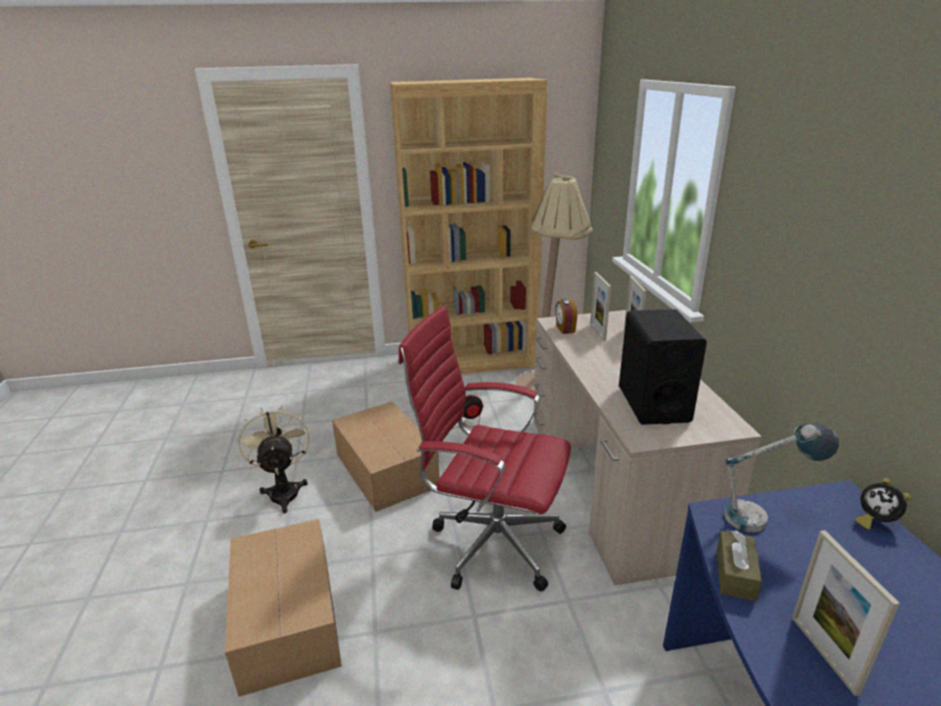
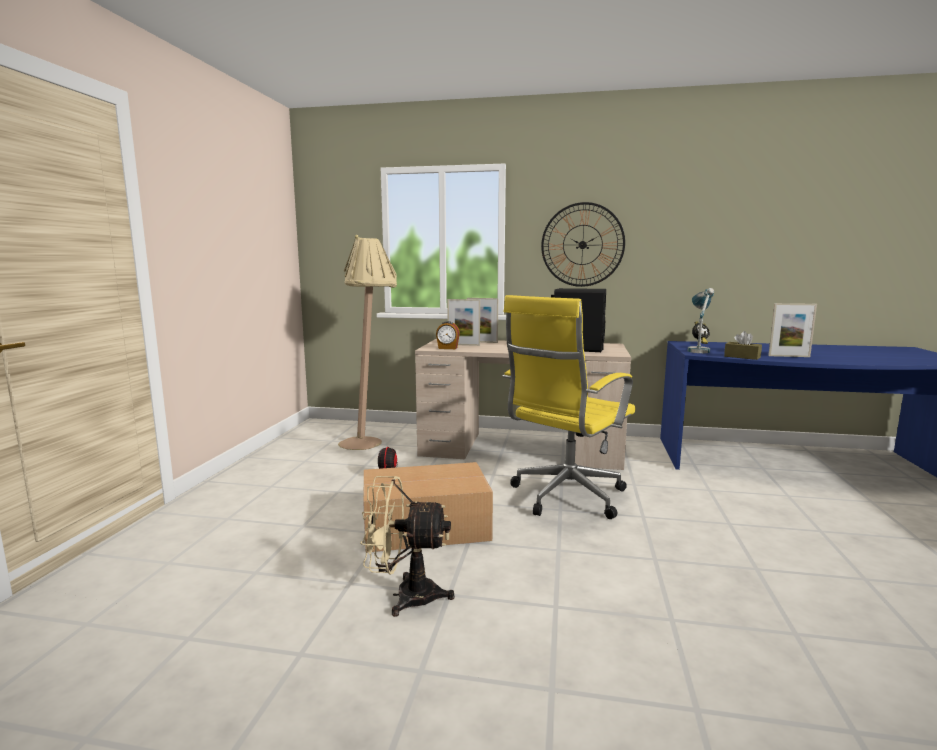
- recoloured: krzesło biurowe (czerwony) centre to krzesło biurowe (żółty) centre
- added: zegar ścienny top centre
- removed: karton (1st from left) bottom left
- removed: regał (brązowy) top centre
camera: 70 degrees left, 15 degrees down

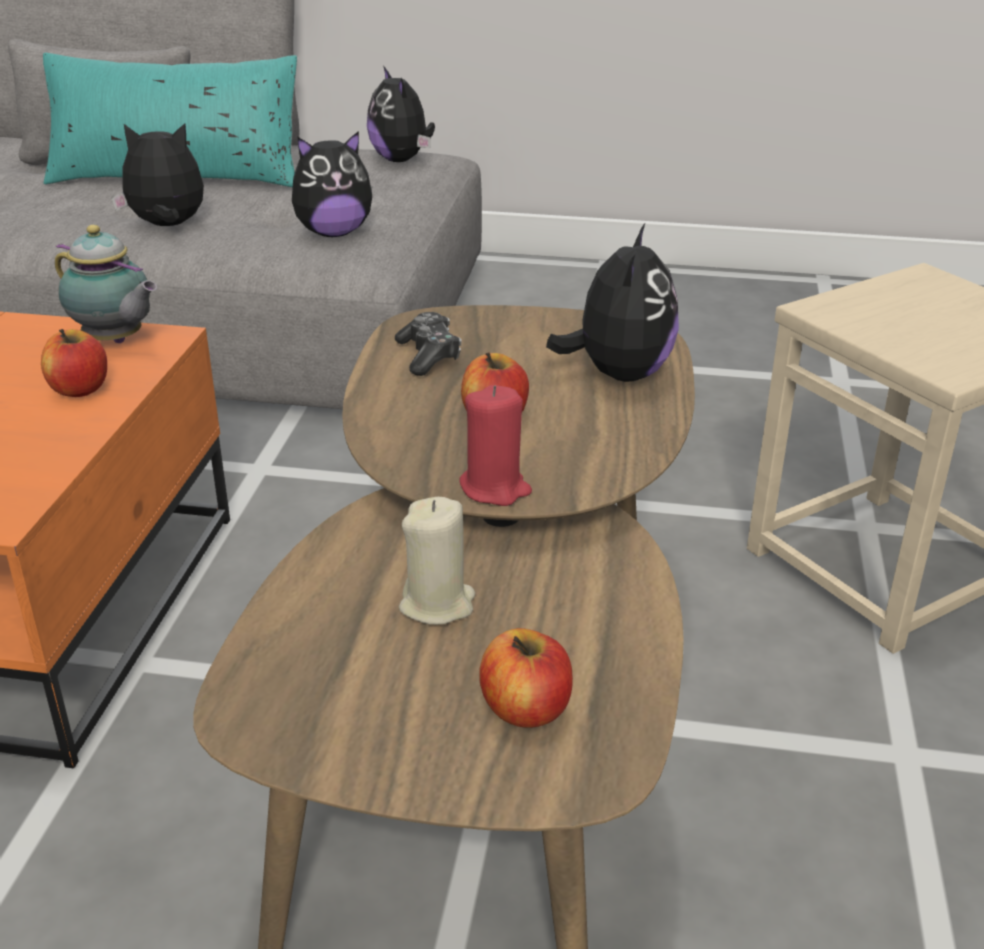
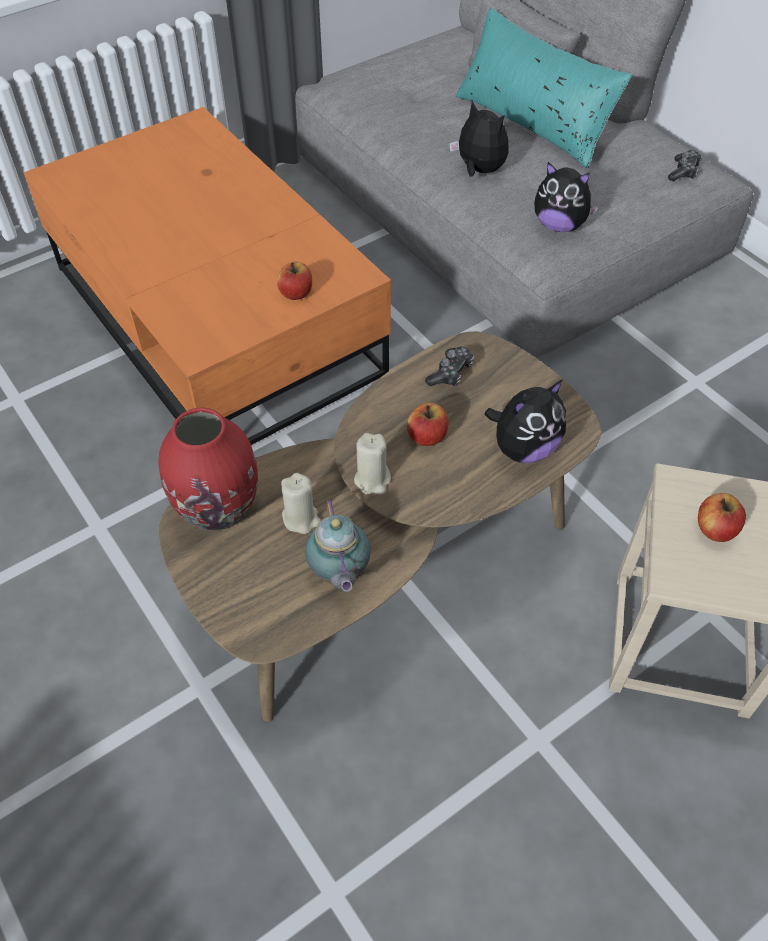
- added: wazon (czerwony) middle left
- moved: imbryk top left to centre
- recoloured: świeca (czerwony) centre to świeca (beżowy) (2nd from left) centre
- replaced: pluszak (3rd from left) top centre to pad do gier (2nd from left) top right
- moved: jabłko (3rd from left) bottom centre to middle right
camera: 45 degrees right, 20 degrees up

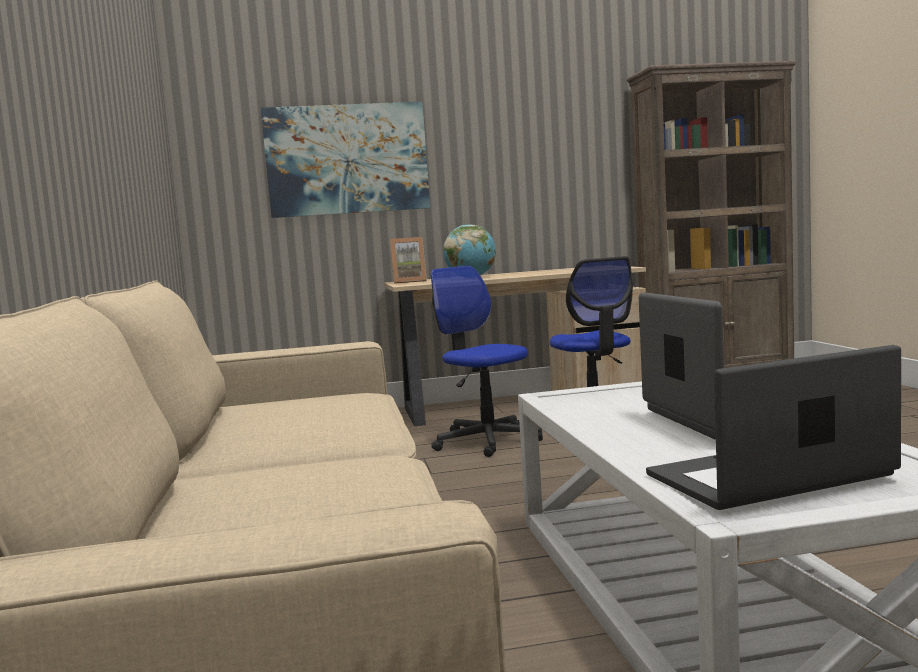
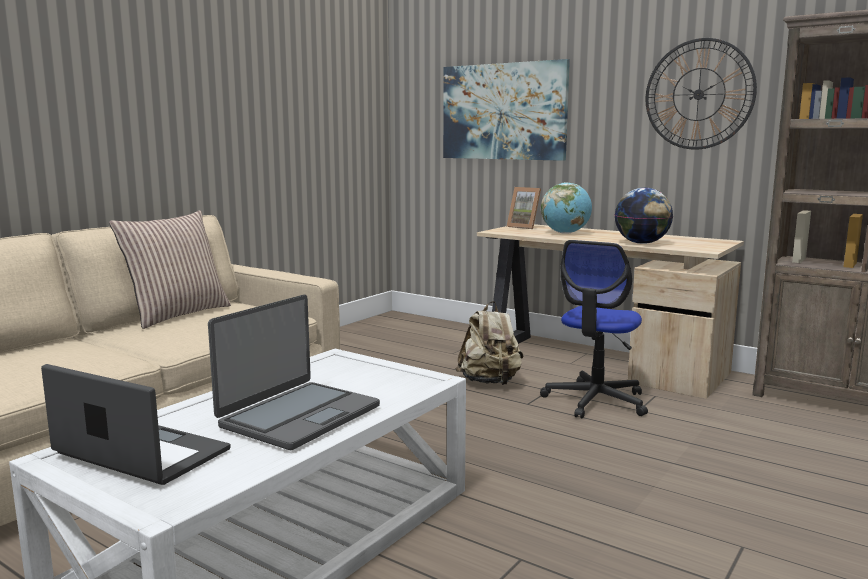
- added: poduszka middle left
- replaced: krzesło biurowe (1st from left) centre to plecak (beżowy) centre
- added: globus (2nd from left) middle right
- added: zegar ścienny top right
camera: 45 degrees right, 5 degrees up

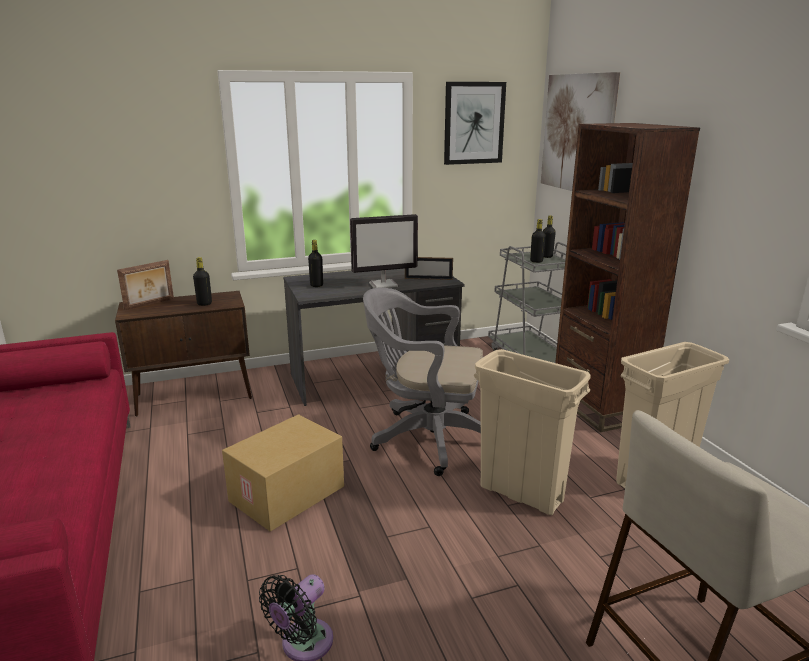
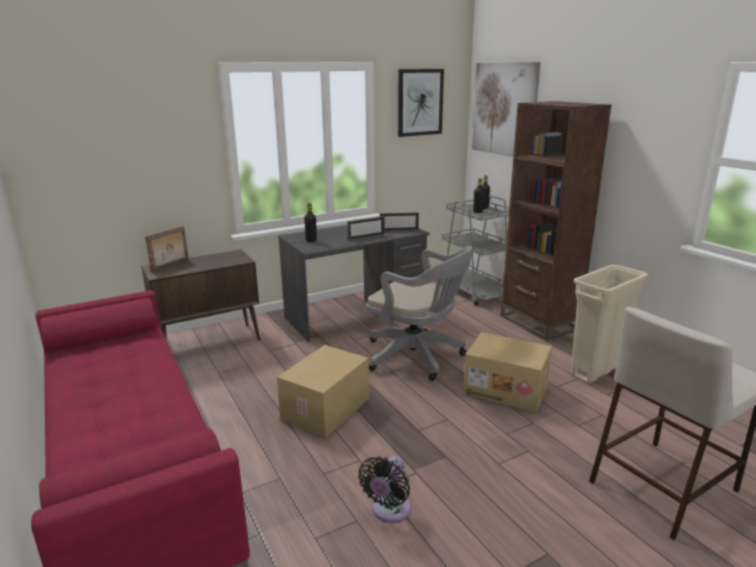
- replaced: monitor centre to ramka na zdjęcie (2nd from left) centre
- turned: krzesło biurowe (szary) centre = centre 150 degrees counterclockwise
- replaced: kosz na śmieci (beżowy) (1st from left) centre to karton (2nd from left) middle right
- removed: butelka (czarny) (1st from left) middle left
camera: 10 degrees left, 0 degrees up

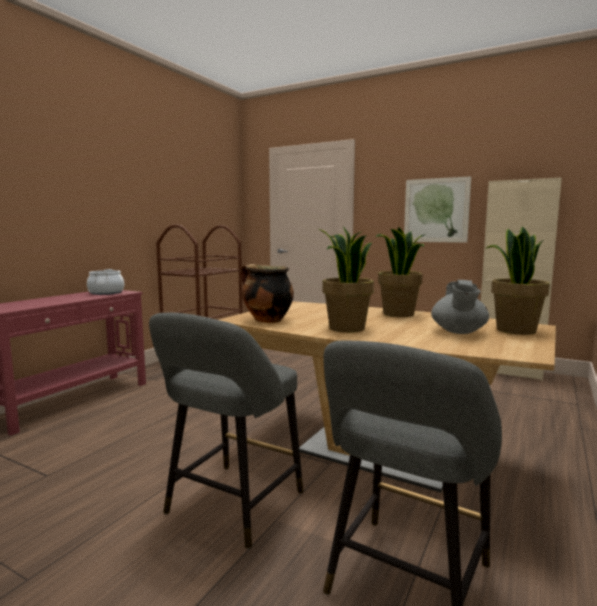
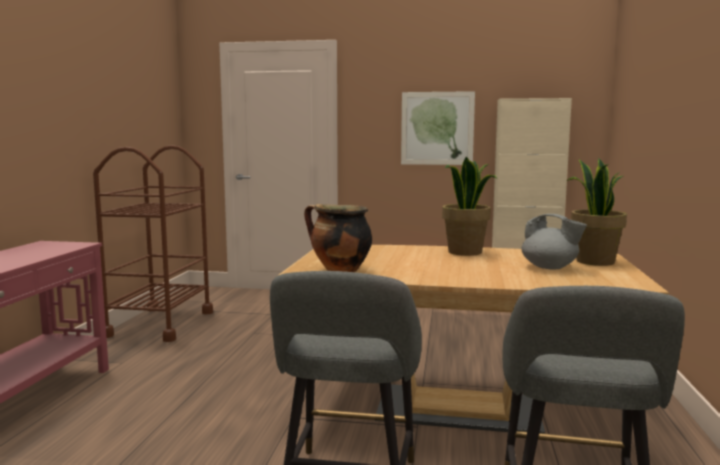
- turned: imbryk (szary) middle right = middle right 45 degrees counterclockwise
- removed: garnek (1st from left) middle left
- removed: roślina doniczkowa (1st from left) centre
camera: 20 degrees left, 0 degrees up

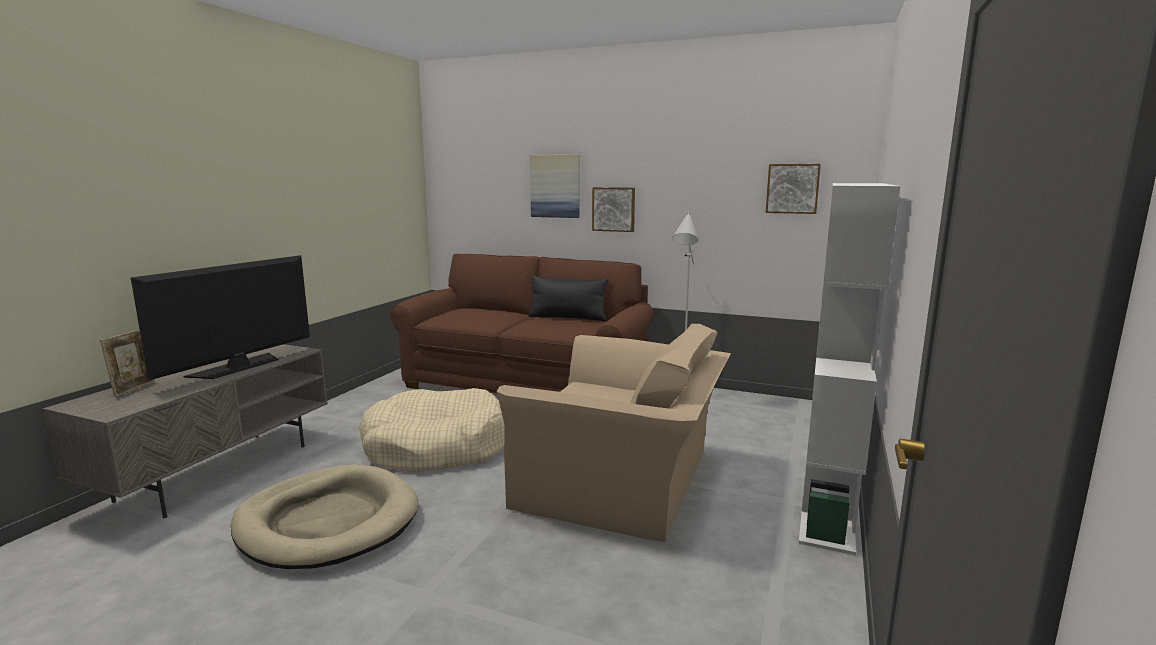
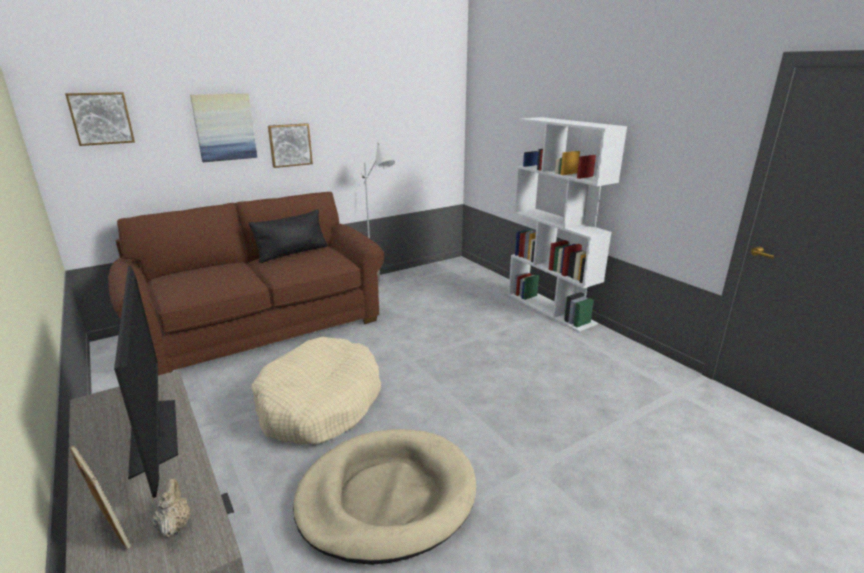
- moved: obraz (3rd from left in the first image) top right to obraz (1st from left) top left
- added: imbryk (beżowy) bottom left
- removed: fotel (beżowy) bottom centre
camera: 55 degrees left, 10 degrees up

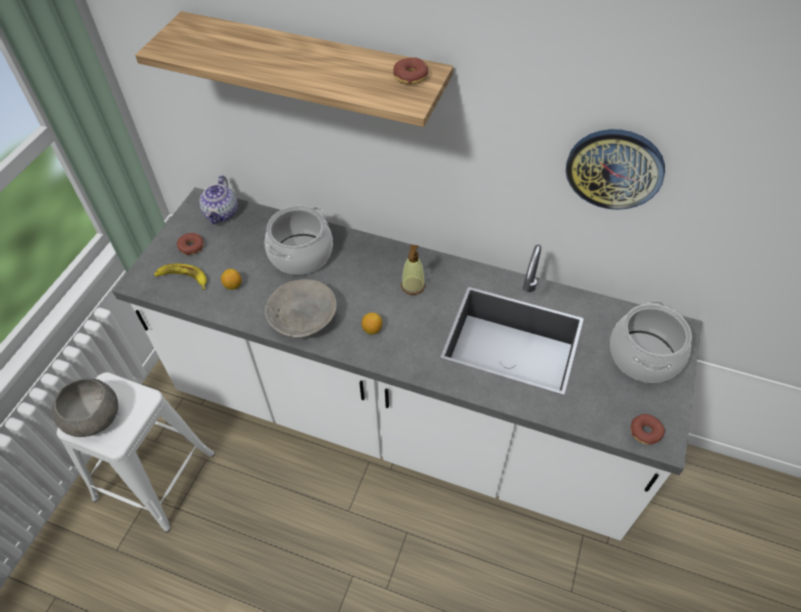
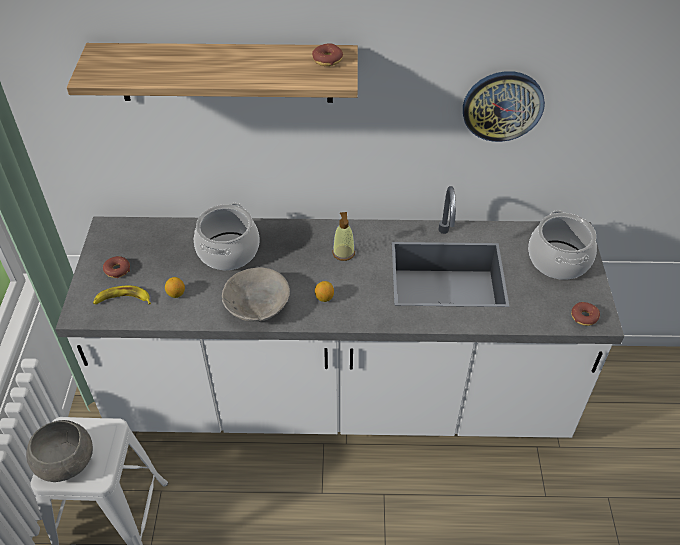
- removed: imbryk top left
camera: 20 degrees left, 5 degrees down

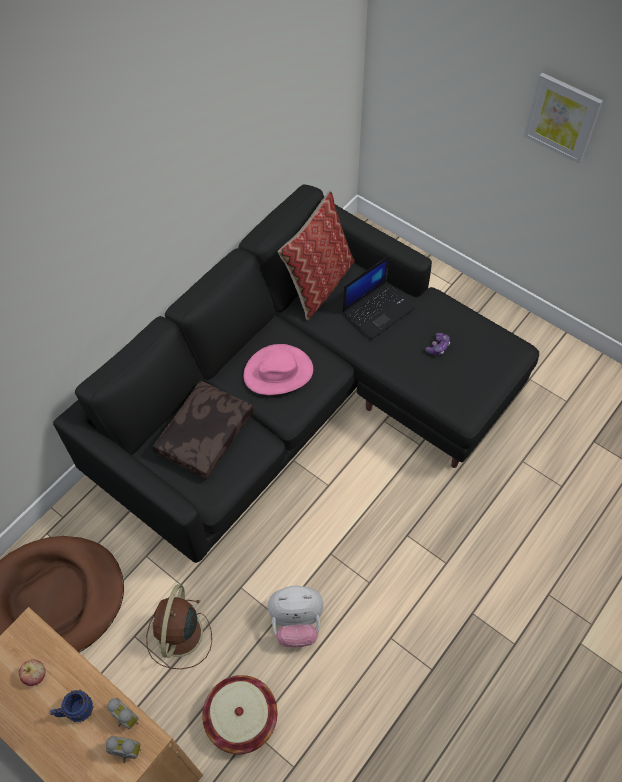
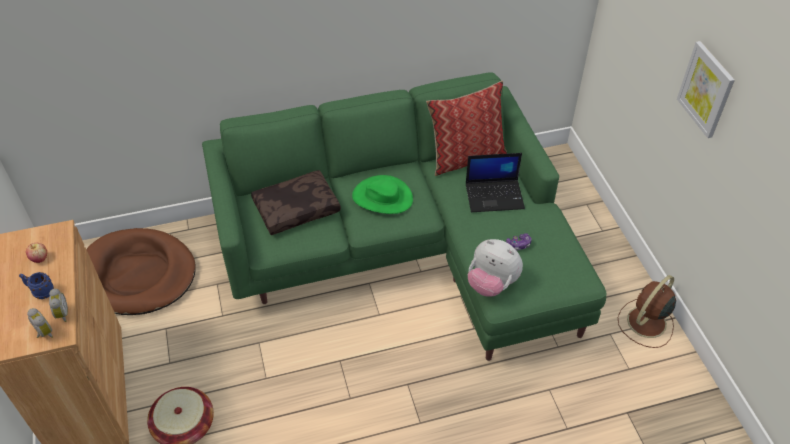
- recoloured: kanapa (czarny) centre to kanapa (zielony) centre
- recoloured: kapelusz (różowy) centre to kapelusz (zielony) centre
- moved: pluszak bottom centre to centre
- moved: wentylator (brązowy) bottom left to bottom right
camera: 35 degrees right, 10 degrees down

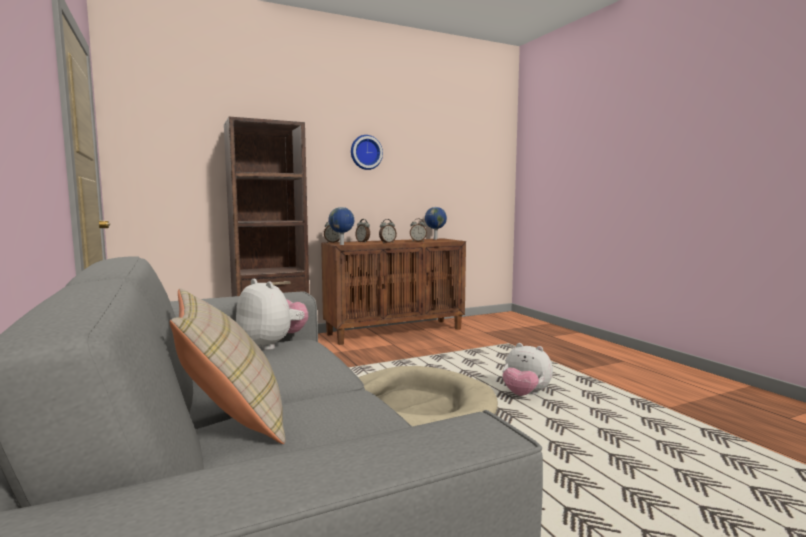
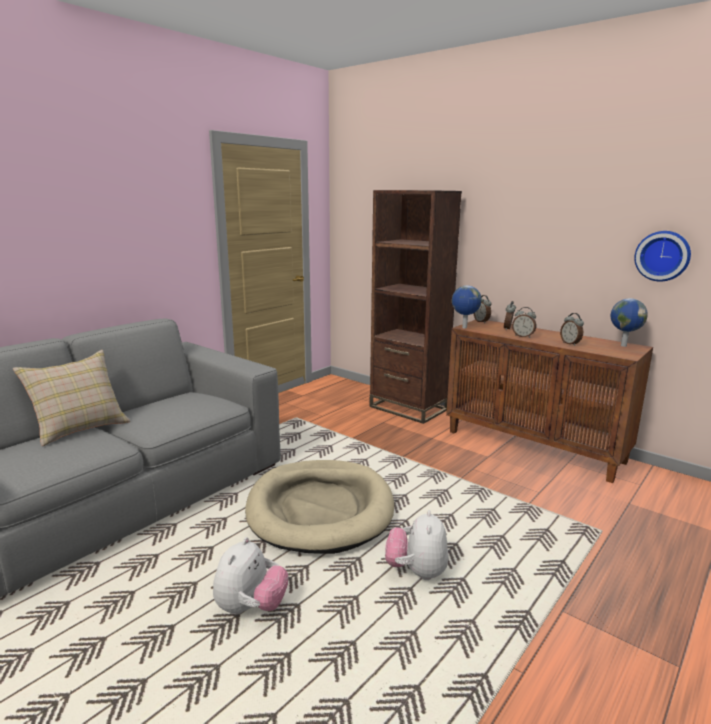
- moved: pluszak (1st from left) centre to bottom centre
- moved: zegar ścienny top centre to middle right
camera: 65 degrees right, 10 degrees up

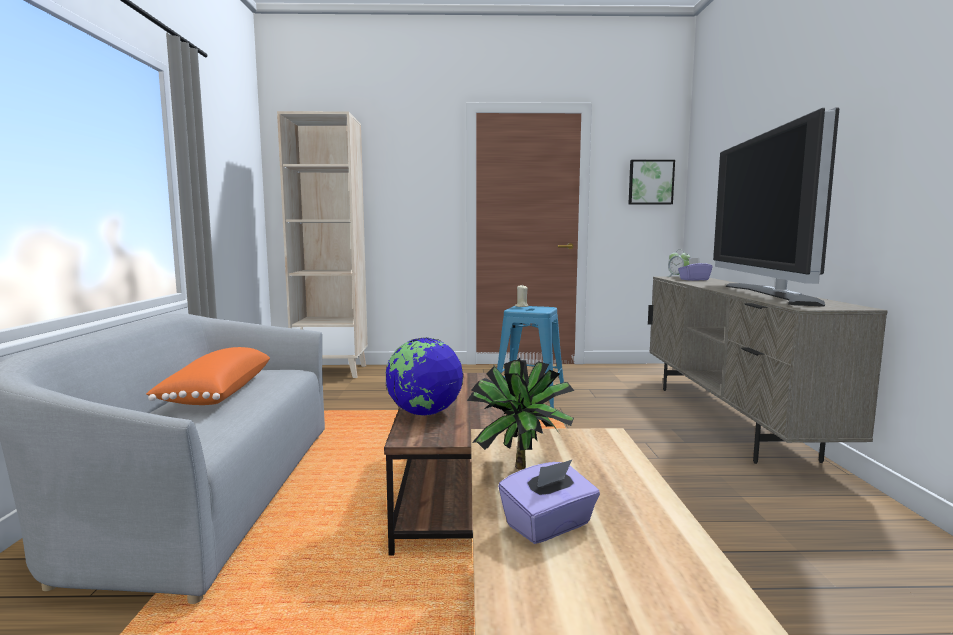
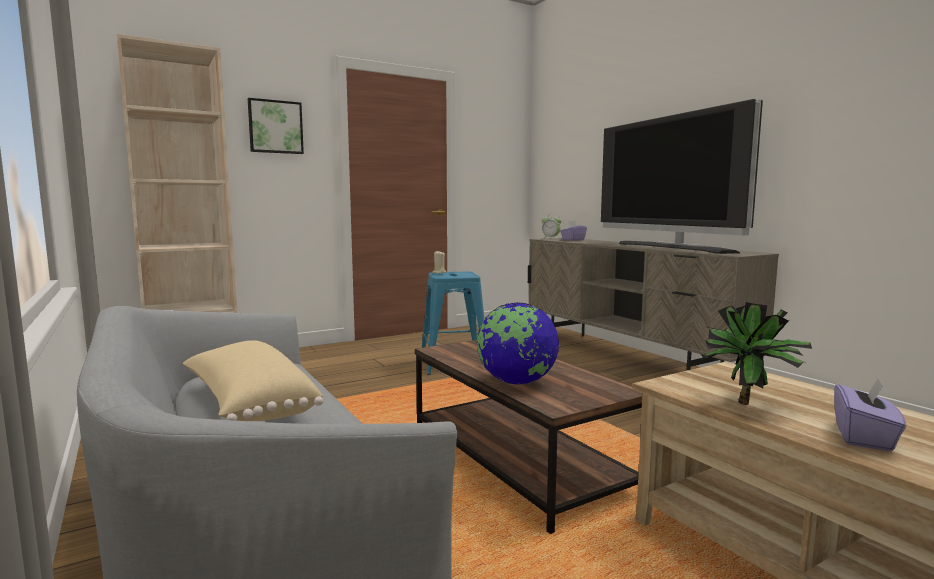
- recoloured: poduszka (pomarańczowy) middle left to poduszka (beżowy) middle left
- moved: obraz top right to top left
camera: 30 degrees left, 0 degrees up

